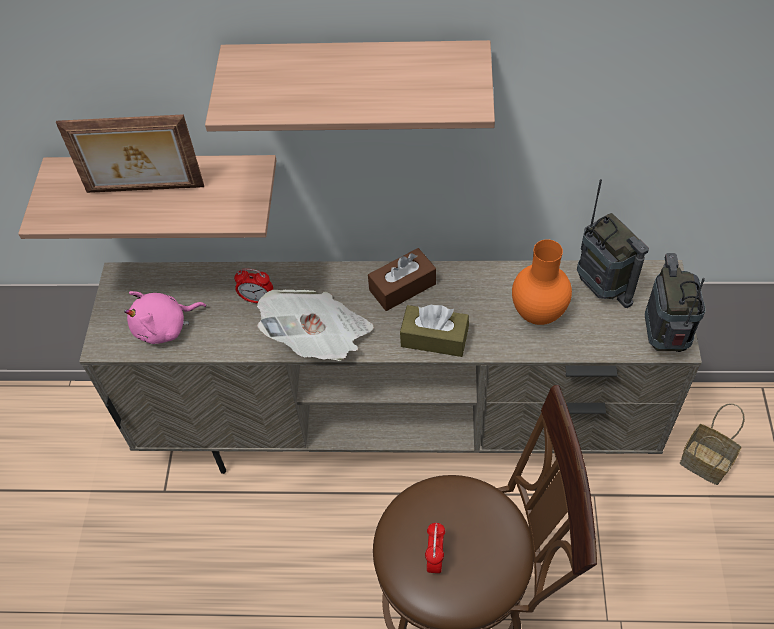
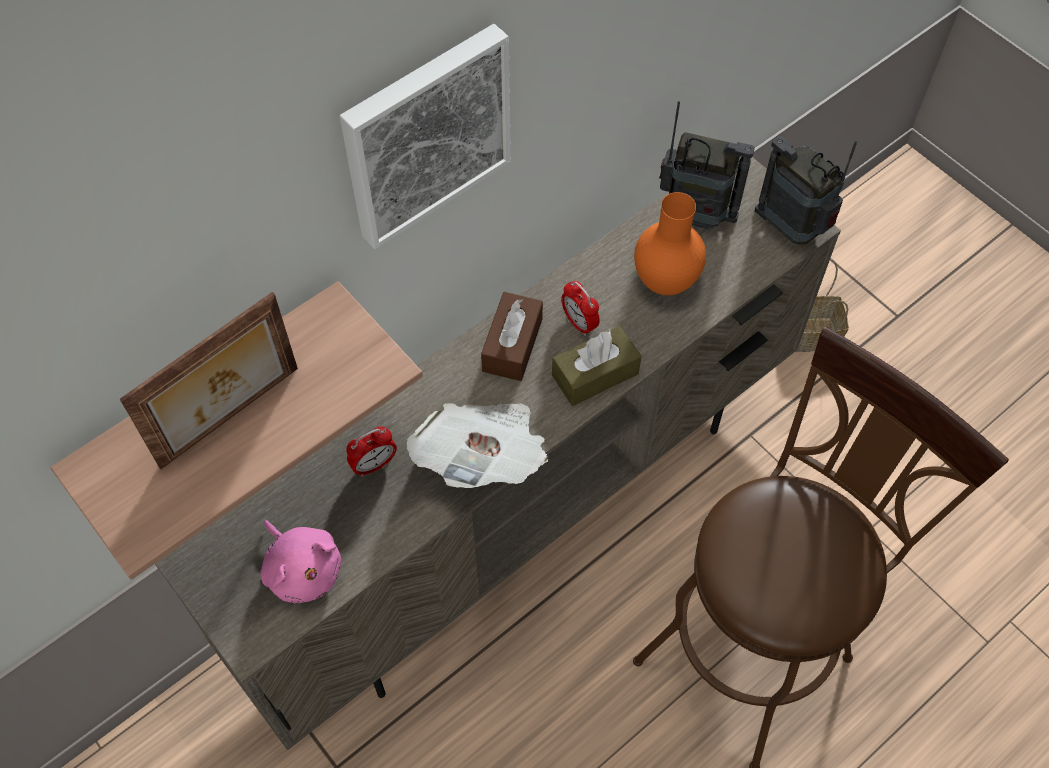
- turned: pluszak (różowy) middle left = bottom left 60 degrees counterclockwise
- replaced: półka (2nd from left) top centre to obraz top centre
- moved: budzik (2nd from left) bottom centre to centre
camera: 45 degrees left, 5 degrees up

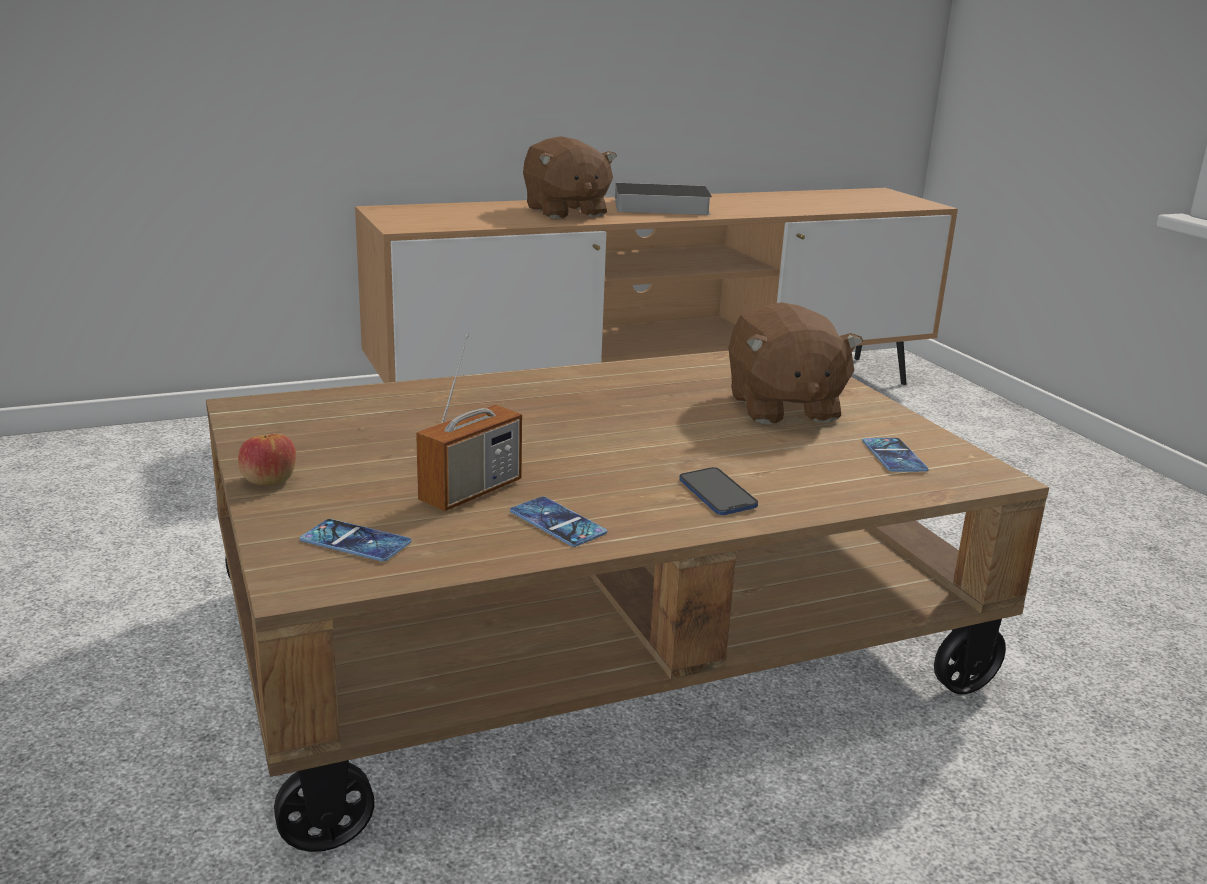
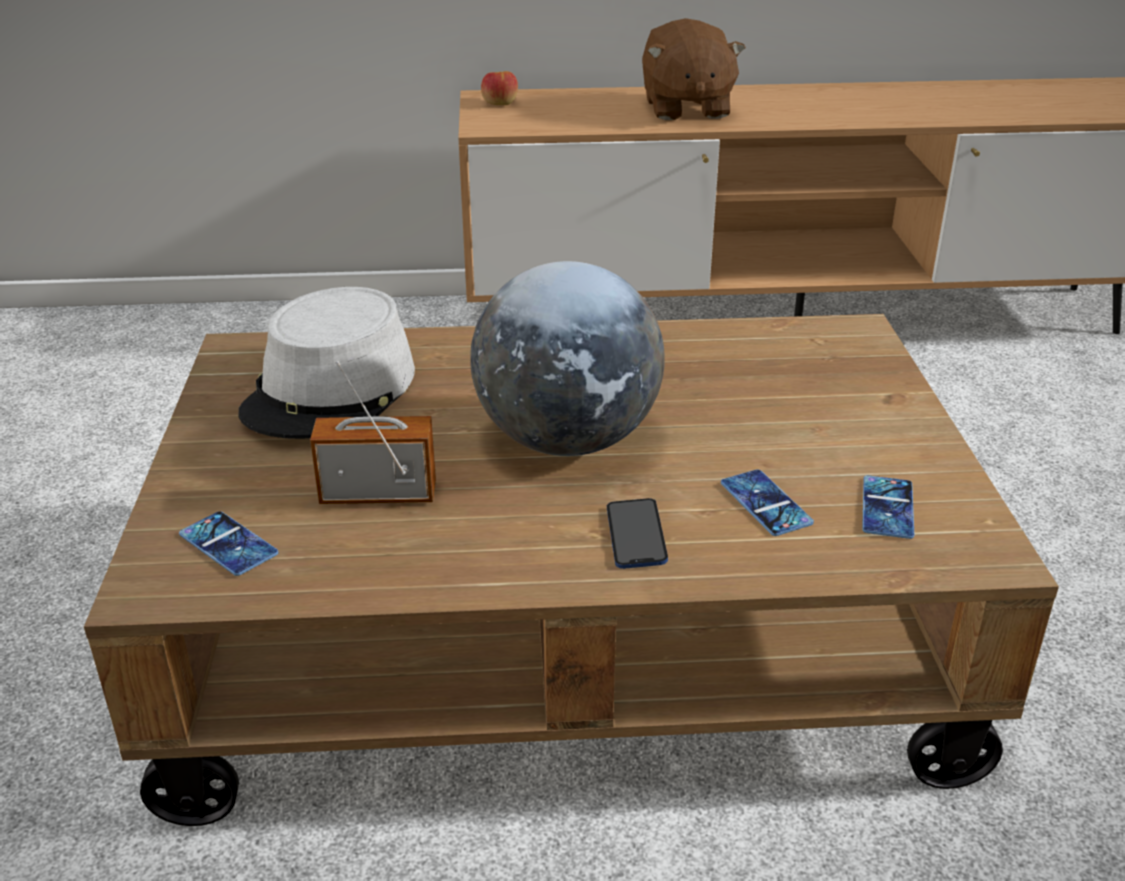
- added: kapelusz (szary) middle left
- turned: radio centre = middle left 150 degrees counterclockwise
- added: globus centre
- moved: jabłko middle left to top centre
- moved: telefon (2nd from left in the first image) centre to telefon (3rd from left) middle right
- removed: książka top centre
- removed: pluszak (brązowy) (2nd from left) centre
camera: 20 degrees right, 10 degrees up

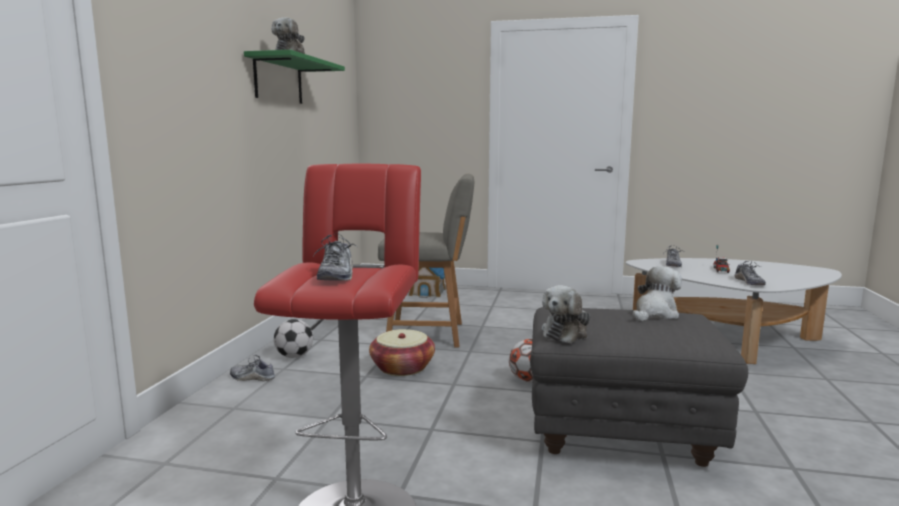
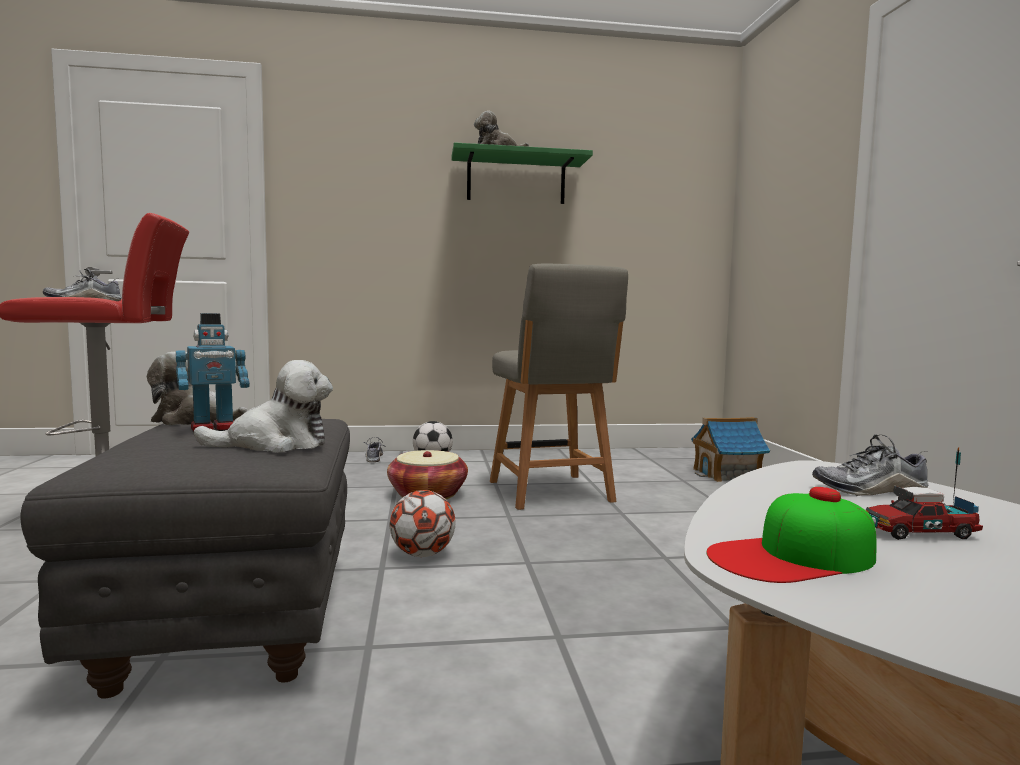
- added: robot zabawkowy middle left
- turned: pluszak (3rd from left in the first image) middle right = middle left 45 degrees counterclockwise
- replaced: but (4th from left) middle right to czapka z daszkiem bottom right
camera: 70 degrees right, 5 degrees down

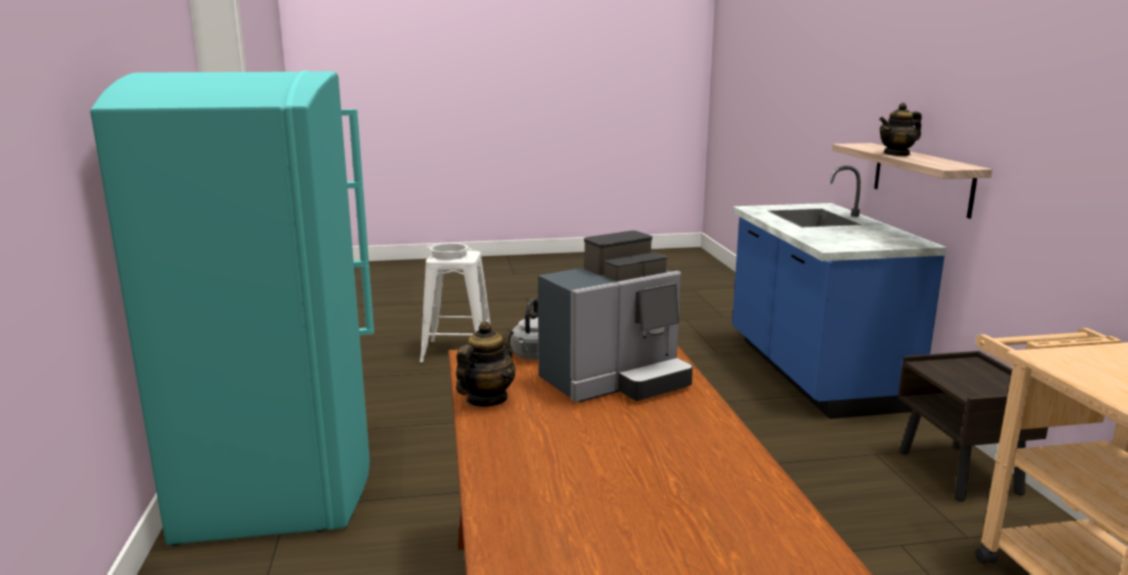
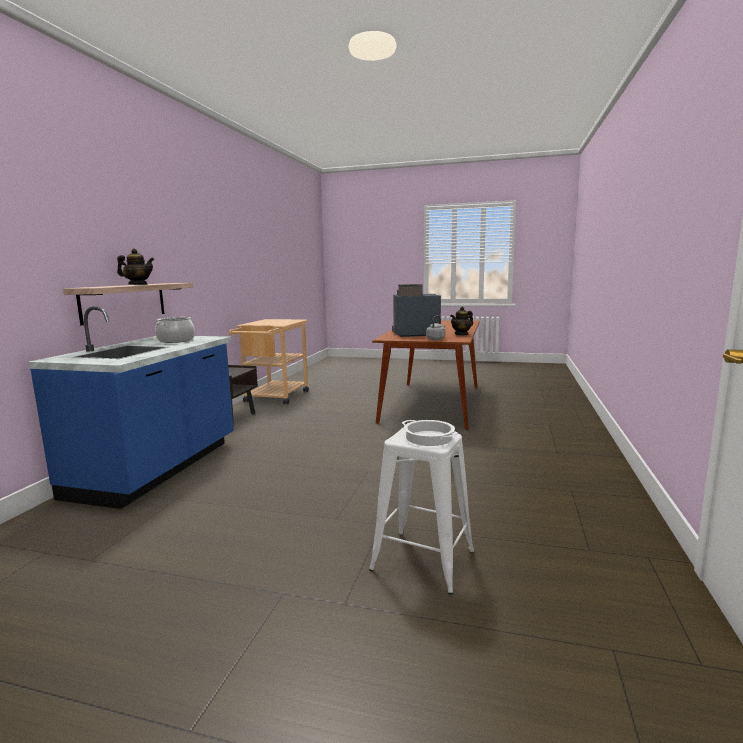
- added: garnek (1st from left) middle left
- removed: lodówka (turkusowy) middle left
camera: 155 degrees left, 5 degrees down

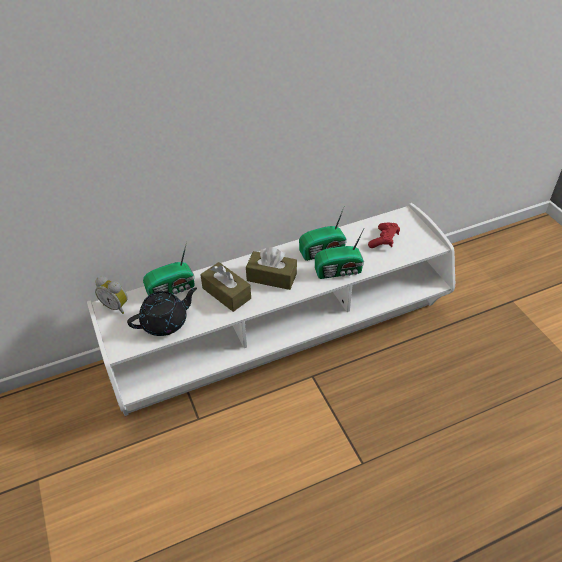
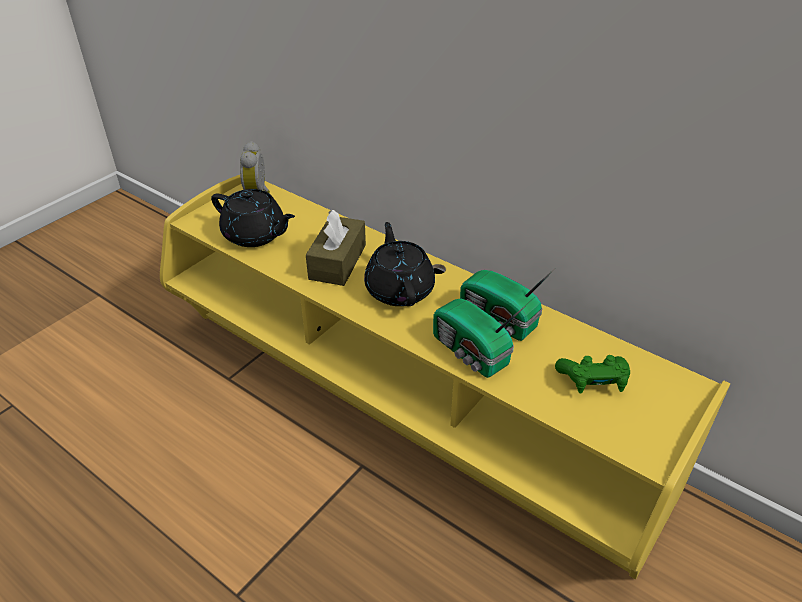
- recoloured: szafka pod telewizor (biały) centre to szafka pod telewizor (żółty) centre
- replaced: pudełko chusteczek (brązowy) (2nd from left) centre to imbryk (czarny) (2nd from left) centre
- recoloured: pad do gier (czerwony) middle right to pad do gier (zielony) middle right
- removed: radio (1st from left) middle left
camera: 60 degrees right, 5 degrees down

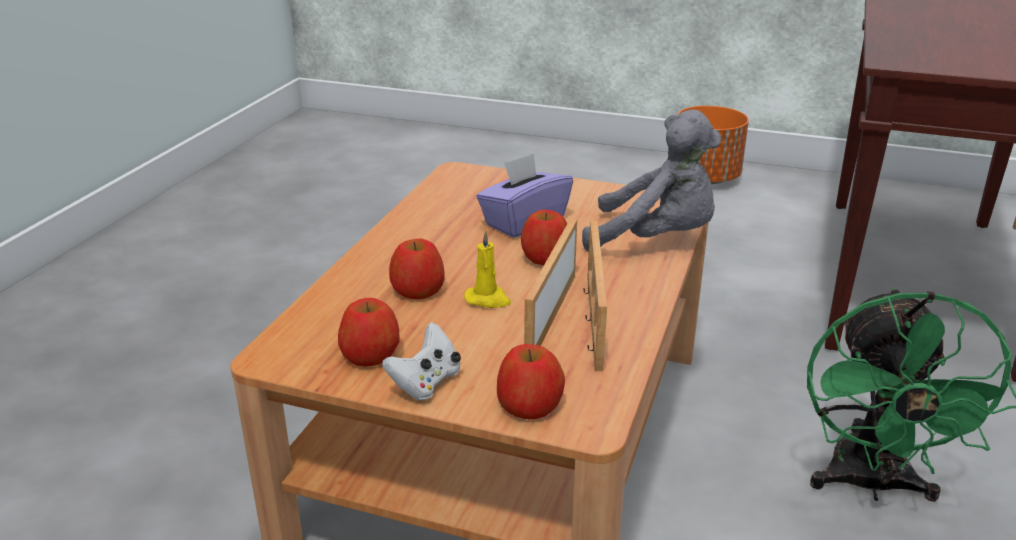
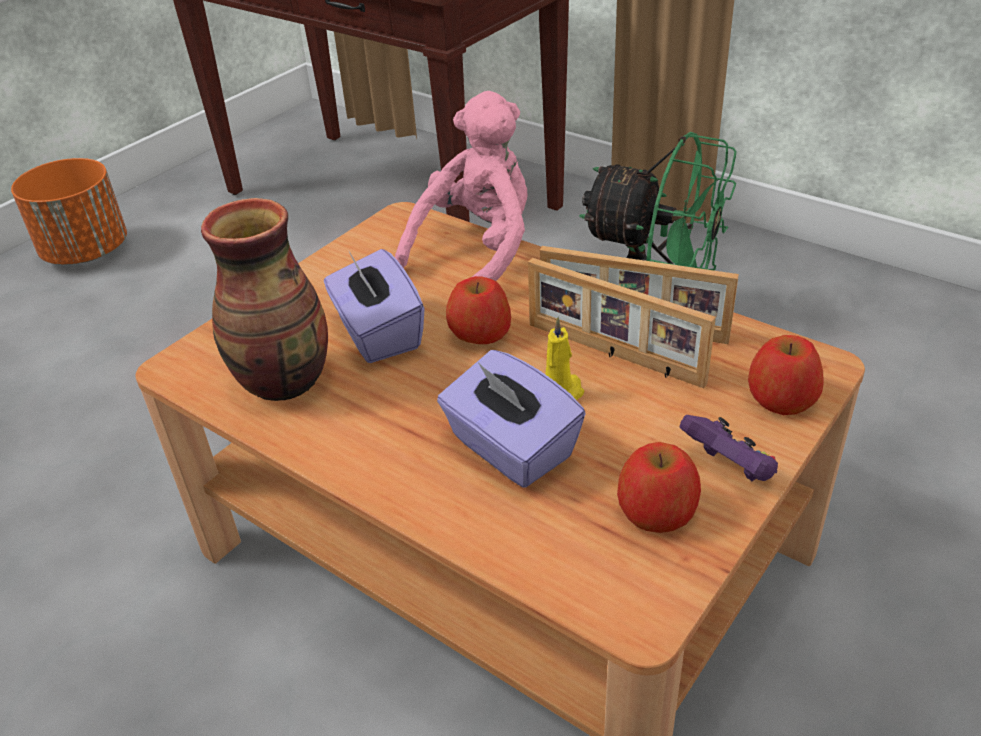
- added: wazon middle left
- recoloured: pluszak (szary) centre to pluszak (różowy) top centre
- replaced: jabłko (2nd from left) centre to pudełko chusteczek (fioletowy) (2nd from left) centre
- recoloured: pad do gier (biały) bottom centre to pad do gier (fioletowy) middle right
camera: 70 degrees left, 10 degrees up

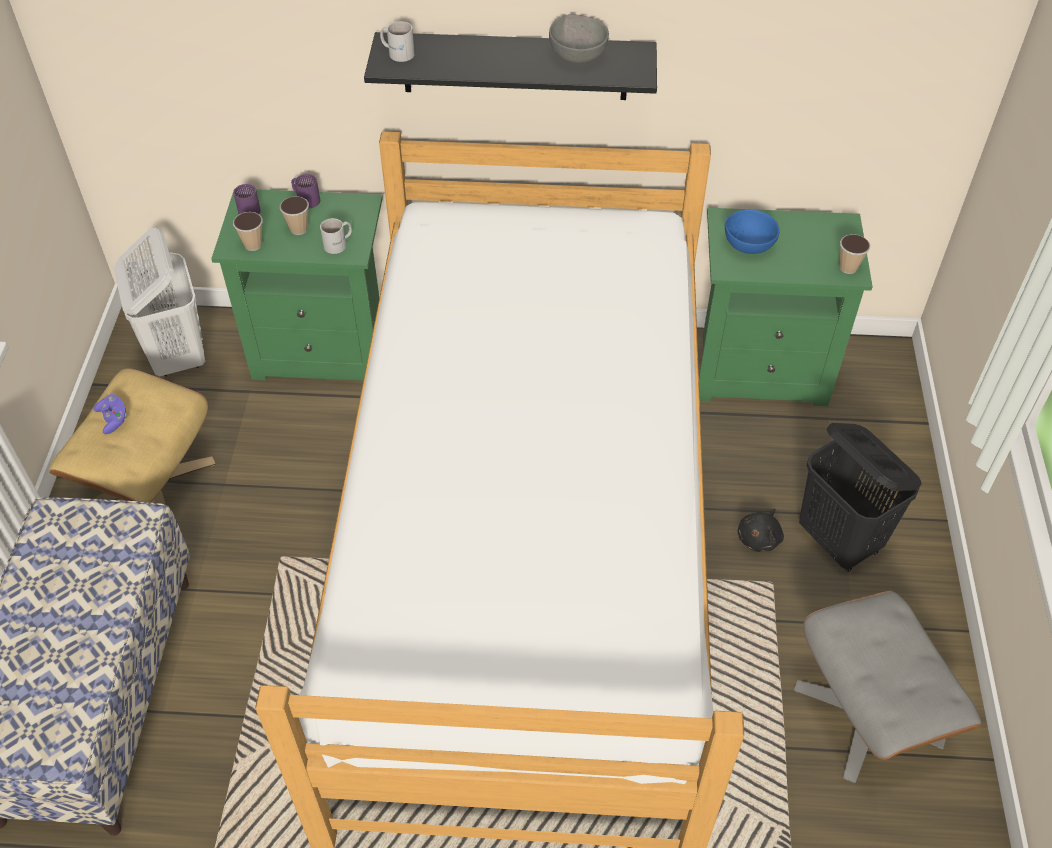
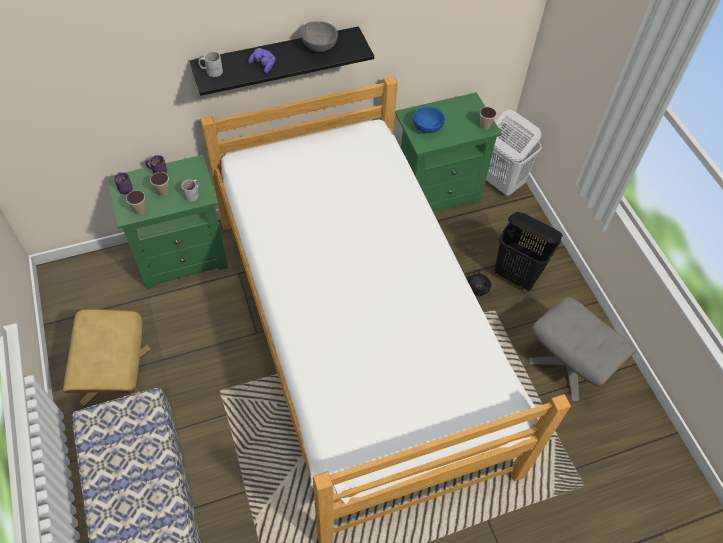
- moved: pad do gier (fioletowy) middle left to top centre
- moved: kosz na pranie (biały) middle left to top right
camera: 25 degrees left, 5 degrees up

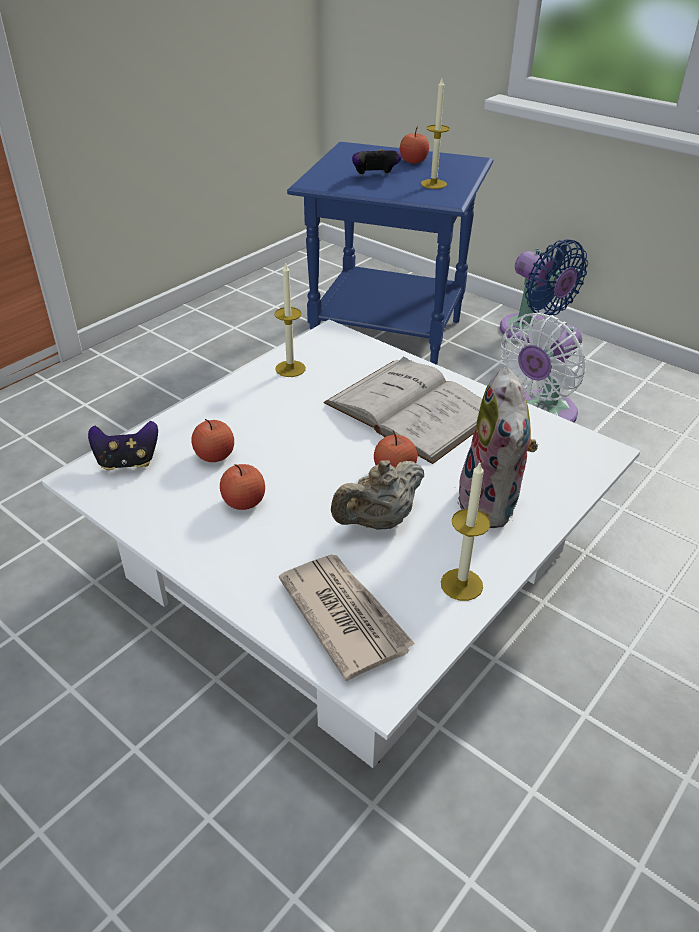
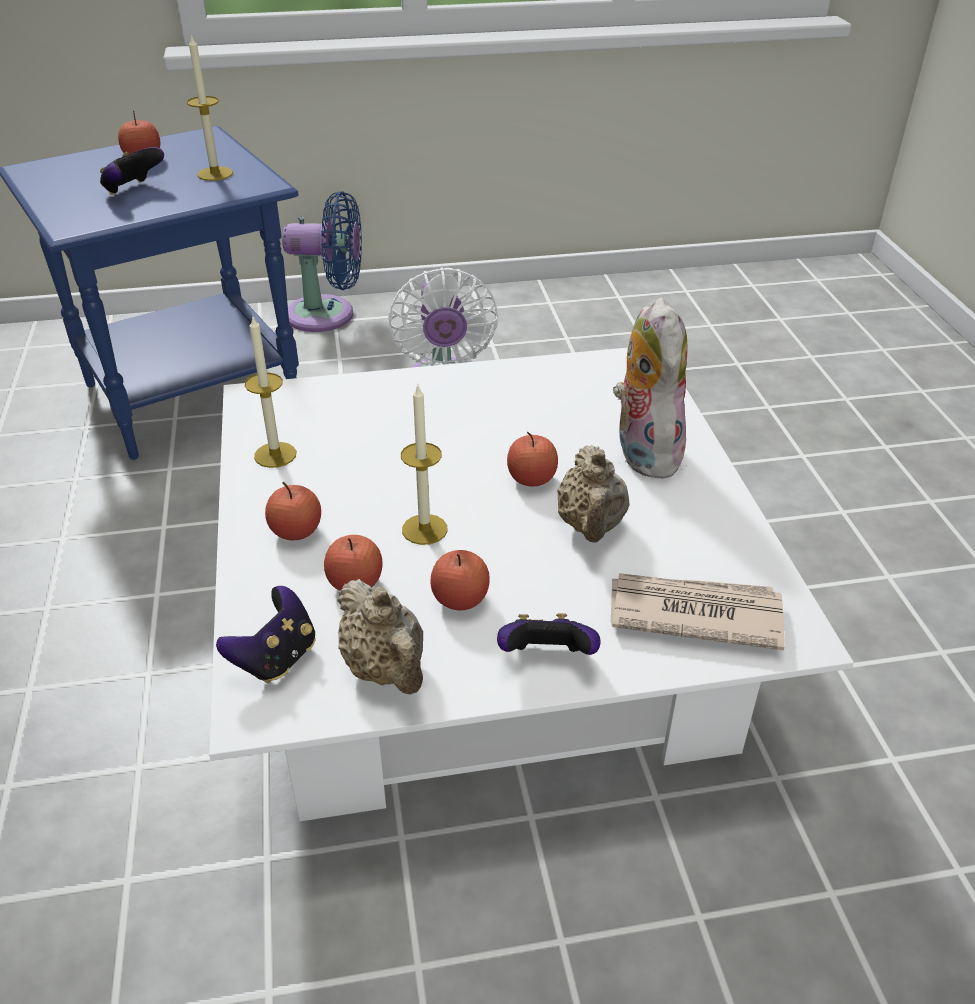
- added: jabłko (2nd from left) middle left
- added: imbryk (beżowy) (1st from left) centre
- moved: świeca (3rd from left) middle right to centre
- added: pad do gier (3rd from left) centre
- turned: pluszak middle right = middle right 135 degrees counterclockwise
- removed: książka (biały) centre
camera: 50 degrees left, 0 degrees up

